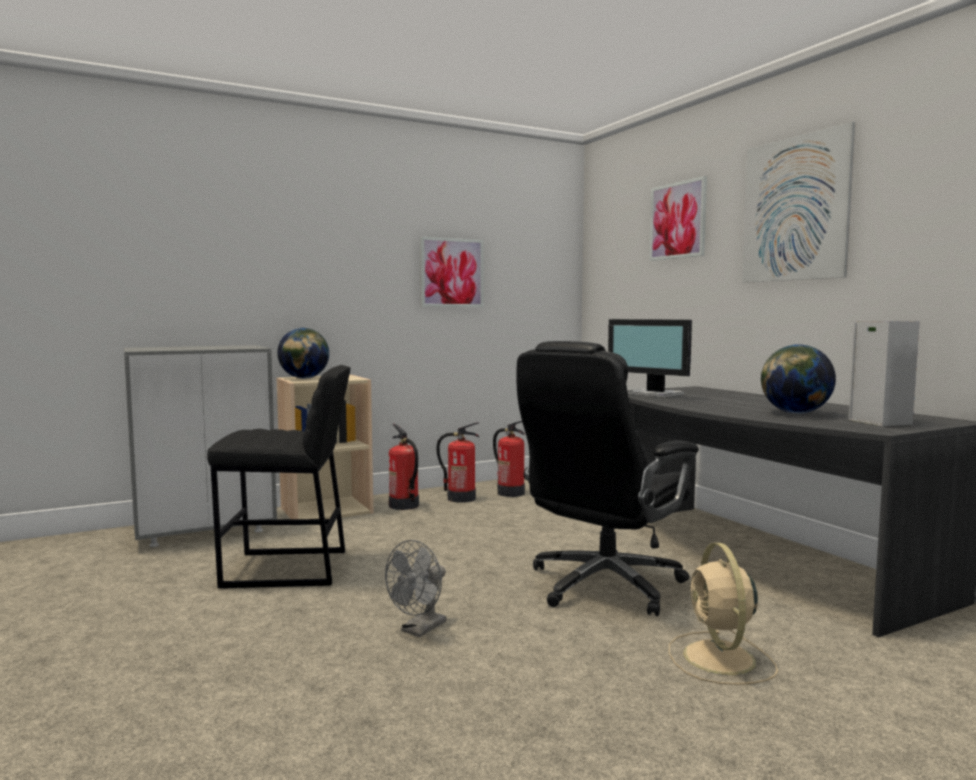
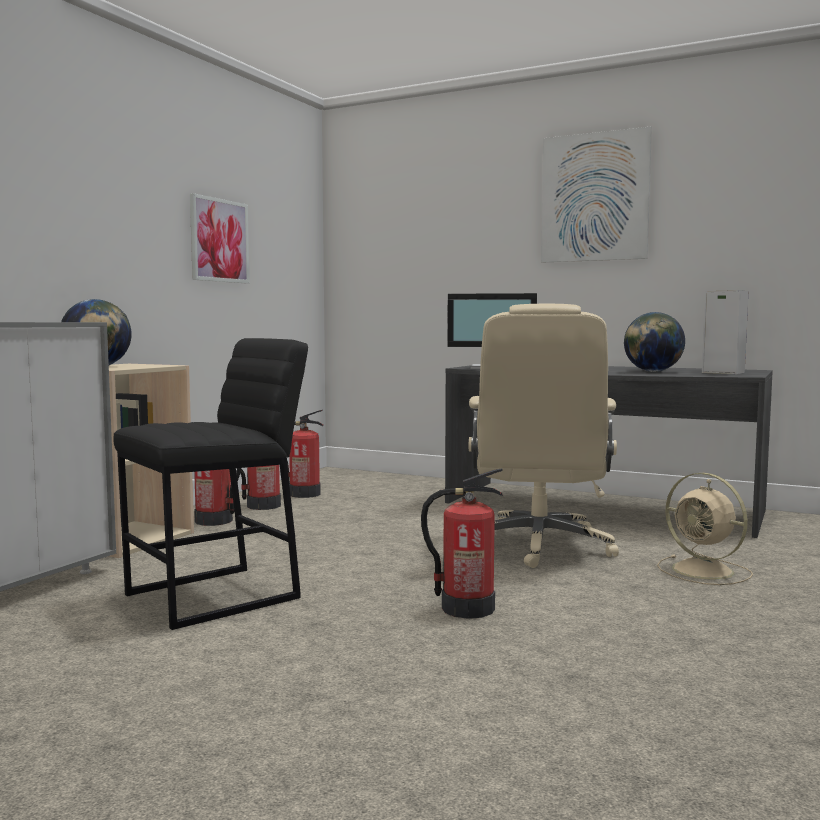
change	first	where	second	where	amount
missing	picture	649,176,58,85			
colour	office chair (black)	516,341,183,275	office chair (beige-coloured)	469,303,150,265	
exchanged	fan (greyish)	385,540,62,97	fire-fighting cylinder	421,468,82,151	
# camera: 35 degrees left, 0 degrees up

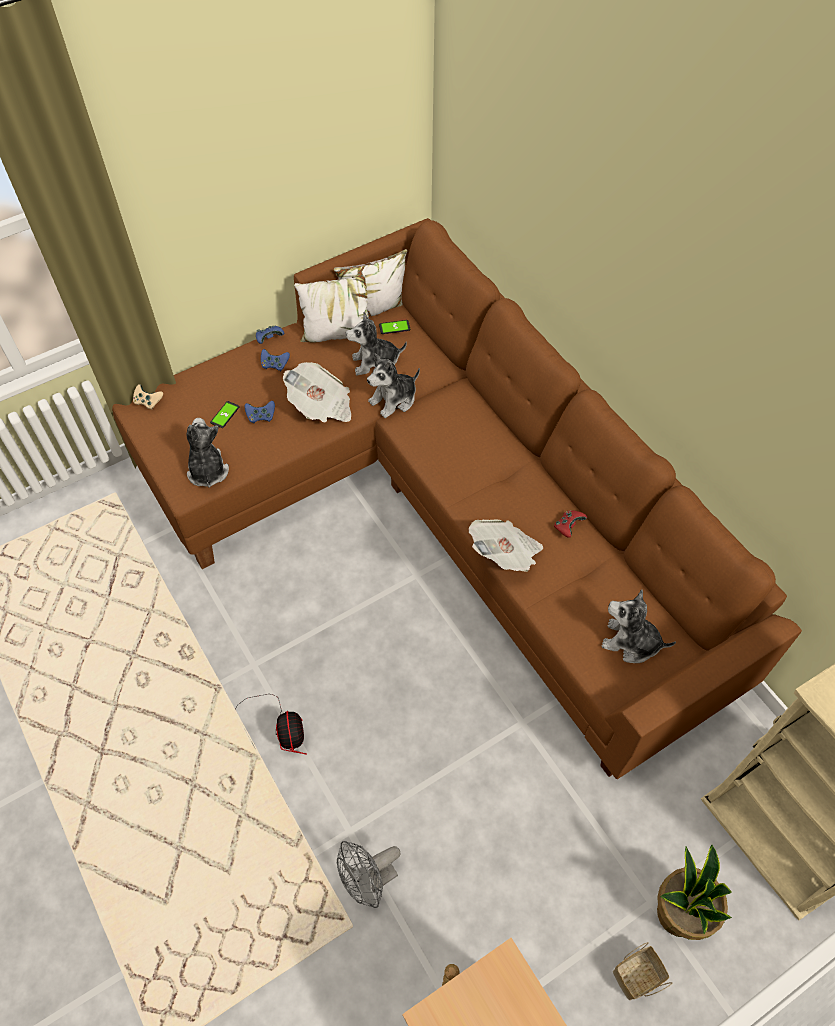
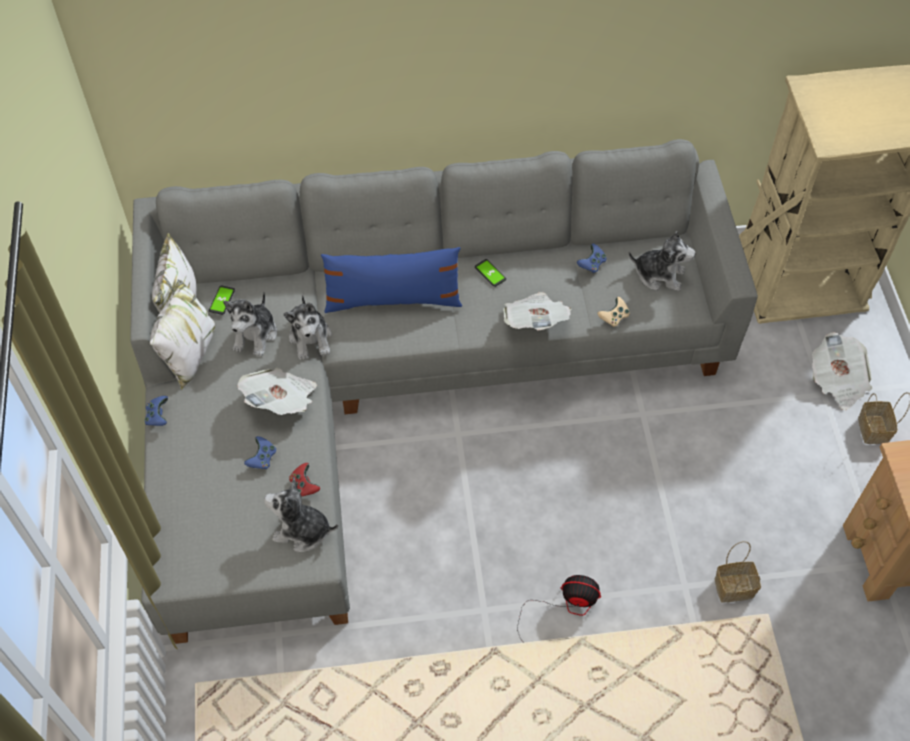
change	first	where	second	where	amount
colour	sofa (brown)	112,218,690,561	sofa (greyish)	130,139,628,505	
relocated	joypad (blue)	261,349,29,22		577,244,30,29	
relocated	joypad (beige-coloured)	133,384,30,26		597,297,33,30	
relocated	phone	210,401,30,27		475,259,31,28	
relocated	joypad (red-coloured)	554,510,33,27		289,463,31,33	
spun	soft toy	602,589,74,74		628,231,67,60	120 degrees counterclockwise
exchanged	fan (greyish)	337,841,64,67	household basket	715,541,46,61	
exchanged	plant in a pot	657,845,75,95	printed paper	812,332,60,78	
appeared			throw pillow (blue)	321,247,141,66	
# camera: 65 degrees left, 0 degrees up

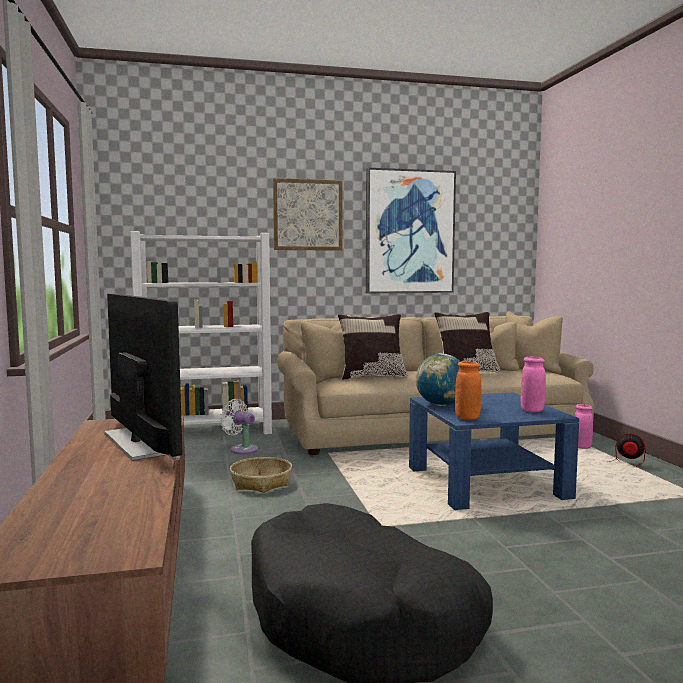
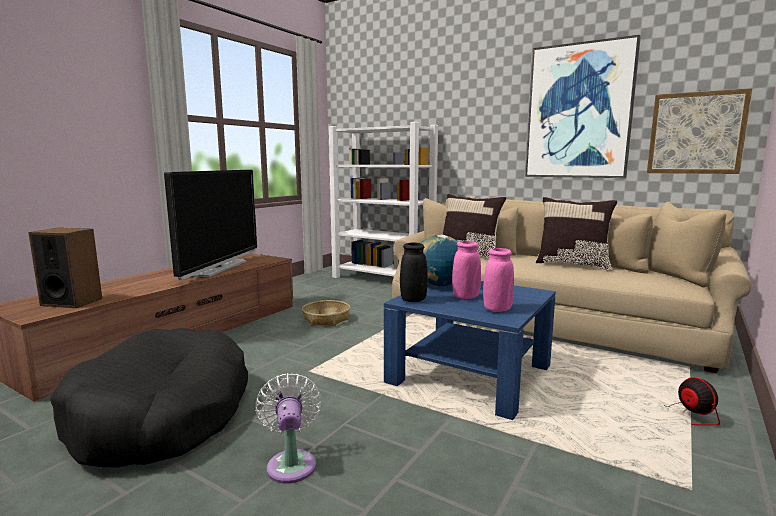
change	first	where	second	where	amount
relocated	picture	273,178,69,73		647,88,105,86	
colour	decorative vase (orangey)	455,361,27,59	decorative vase (black)	400,243,27,59	
relocated	fan (whitish)	220,399,38,55		256,373,65,111	
relocated	decorative vase (pink-coloured)	575,404,18,45		452,241,29,58	
appeared			speaker	28,228,74,80	
# camera: 45 degrees right, 5 degrees up

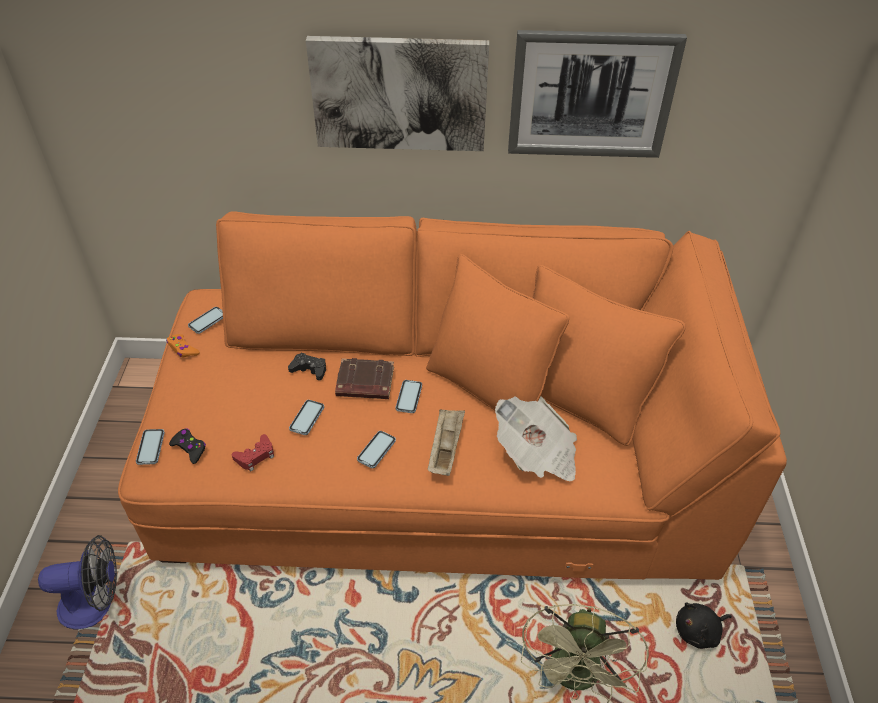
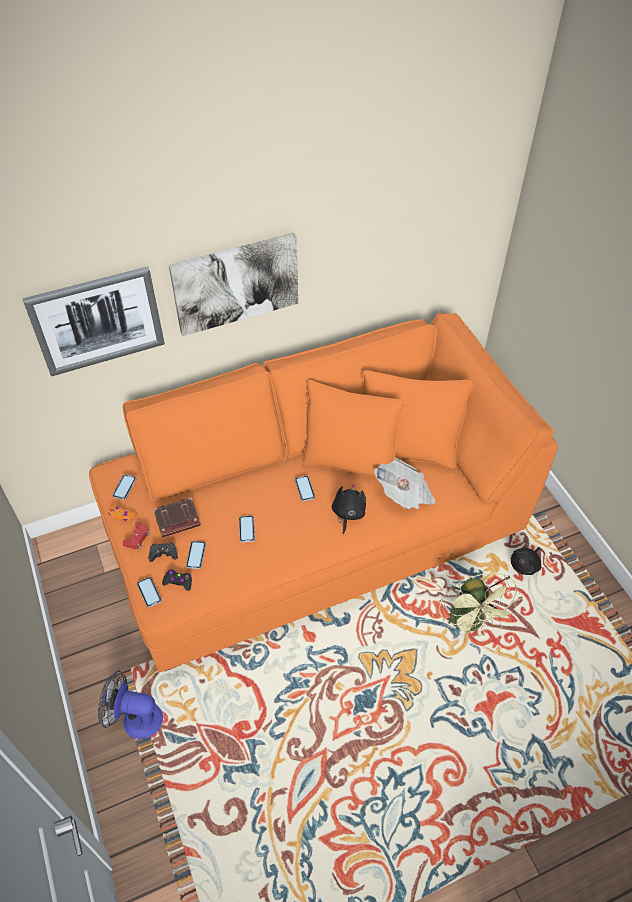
change	first	where	second	where	amount
relocated	picture	508,30,179,128		23,266,142,110	
relocated	joypad (black)	288,353,38,27		148,542,30,20	
relocated	volume (brown)	335,358,59,41		153,498,48,40	
exchanged	serving tray (beige-coloured)	428,410,37,66	soft toy (black)	332,484,34,50	
relocated	phone	357,431,39,37		186,541,20,28	
relocated	joypad (red-coloured)	232,434,42,38		122,522,28,27	
spun	fan	38,535,79,95		98,670,65,69	135 degrees counterclockwise
# camera: 25 degrees left, 5 degrees up

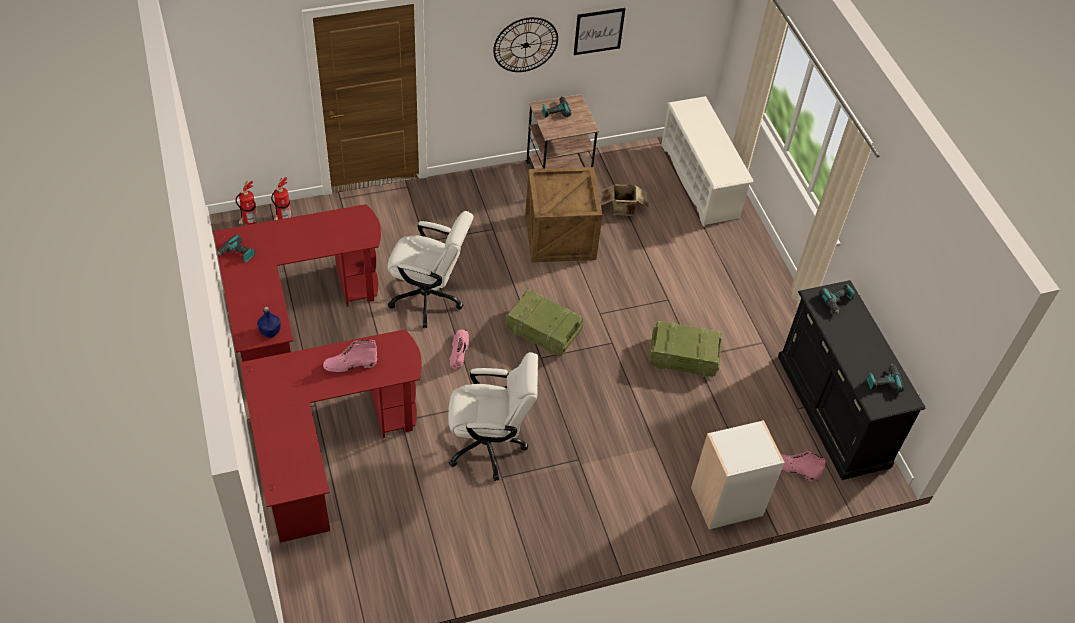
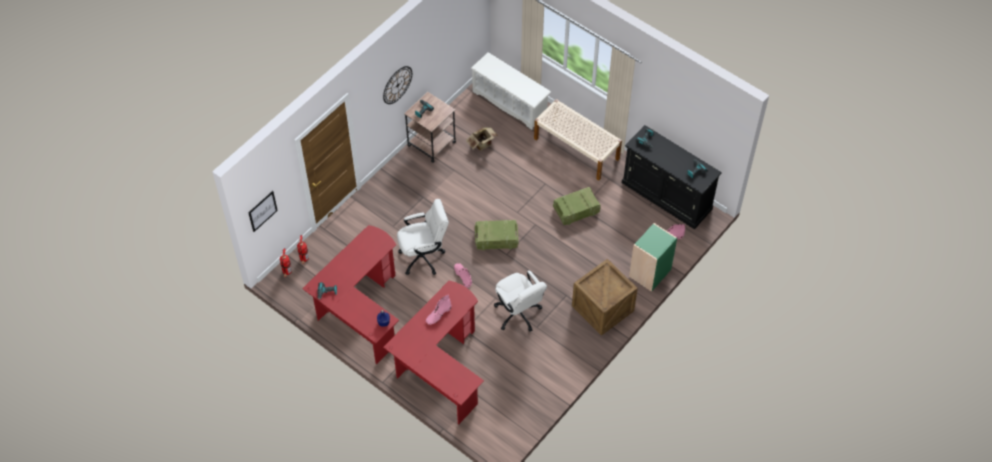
change	first	where	second	where	amount
relocated	picture	574,8,51,47		248,191,30,41	
relocated	crate	525,167,78,95		572,259,66,77	
spun	office chair (whitish)	448,352,90,129		494,270,53,62	90 degrees clockwise
colour	shelving unit (whitish)	691,420,94,109	shelving unit (green-coloured)	629,223,48,69	
appeared			bench (beige-coloured)	534,99,88,82	
# camera: 30 degrees left, 5 degrees up

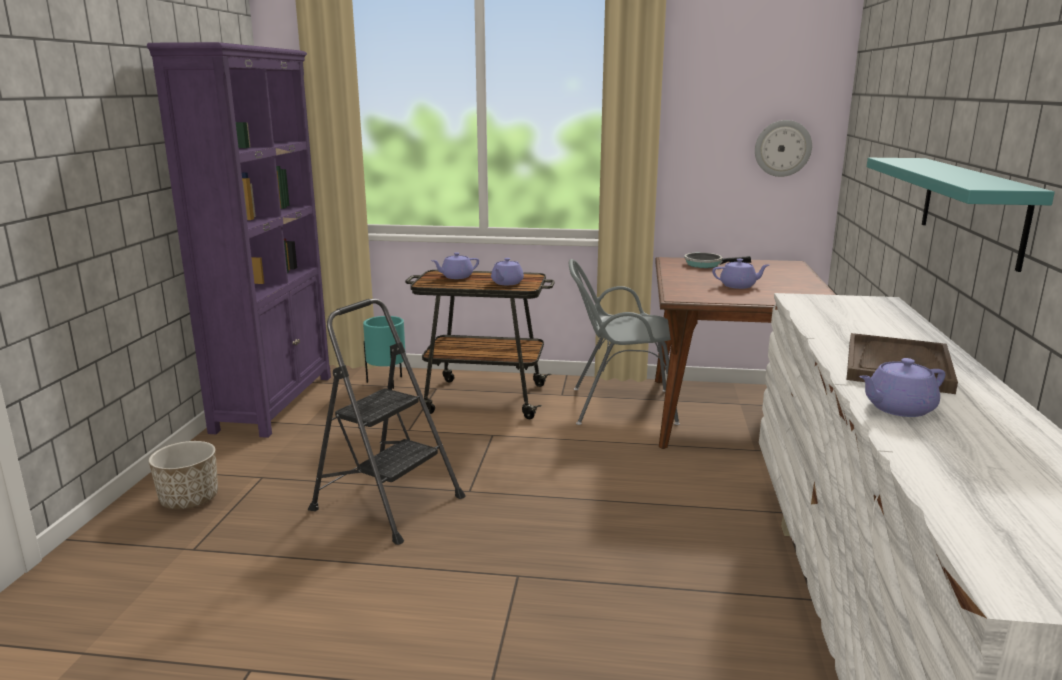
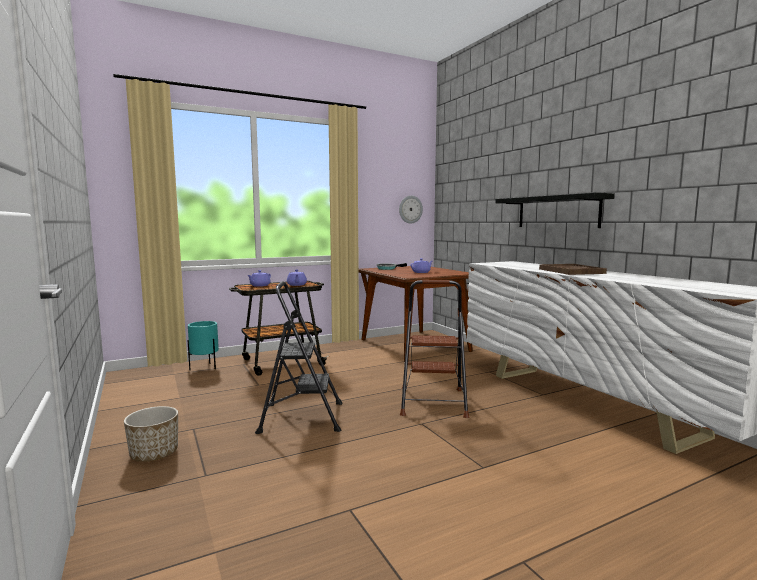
change	first	where	second	where	amount
missing	shelving unit (purple-coloured)	147,42,184,396			
colour	wall shelf (turquoise-coloured)	867,158,188,114	wall shelf (black)	495,193,120,35	
missing	chair (greyish)	569,259,111,166			
missing	teapot (purple-coloured)	859,358,86,59			
appeared			stepladder (brown)	400,280,69,138	
# camera: 35 degrees left, 10 degrees down

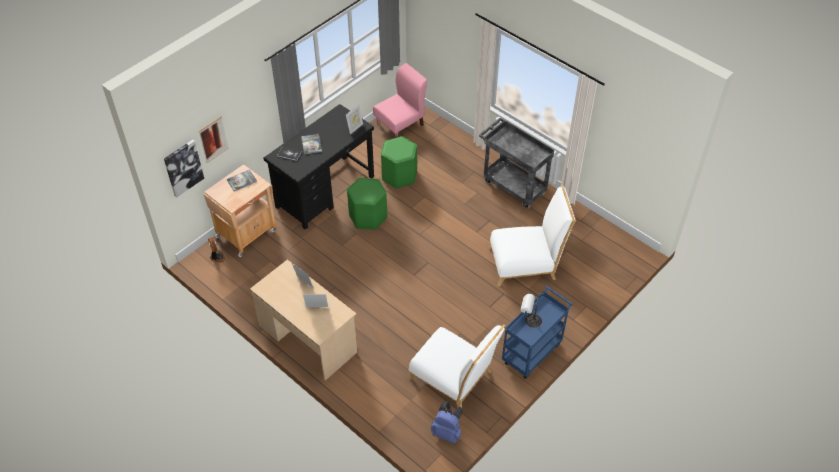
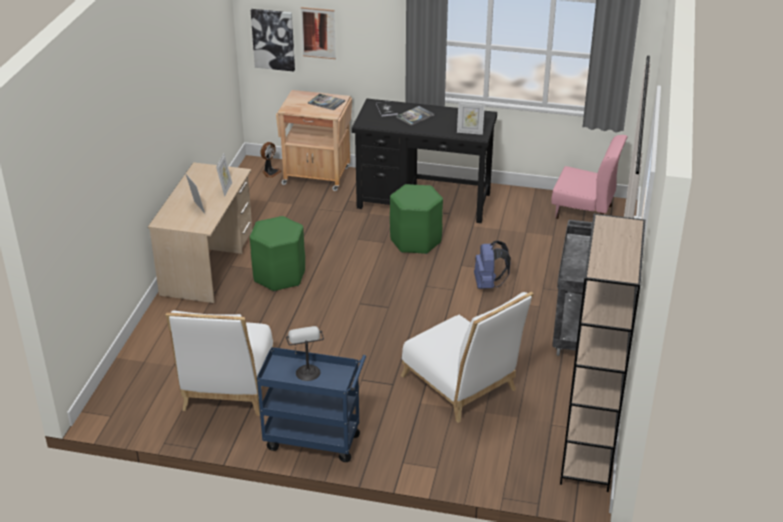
change	first	where	second	where	amount
relocated	stool seat (green-coloured)	381,136,36,53		250,216,55,75	
relocated	knapsack (blue)	431,401,31,43		474,240,37,49	
appeared			shelving unit (beige-coloured)	560,214,86,278	
# camera: 60 degrees right, 15 degrees down

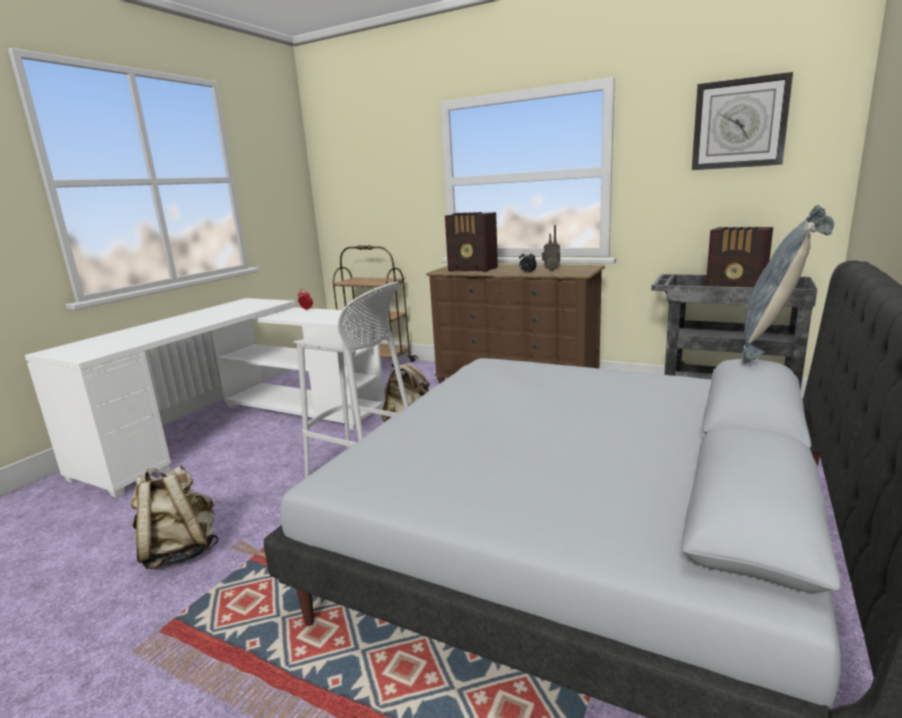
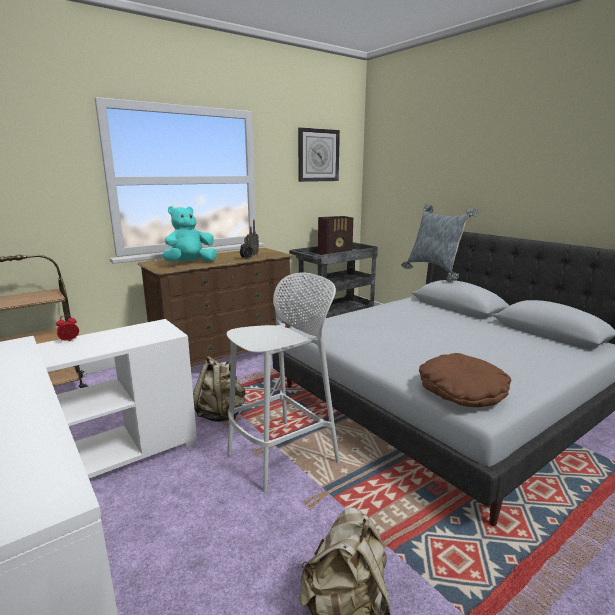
change	first	where	second	where	amount
exchanged	radio	445,212,53,60	soft toy (turquoise-coloured)	162,206,55,56	
appeared			throw pillow (brown)	419,353,92,54	
# camera: 65 degrees left, 0 degrees up

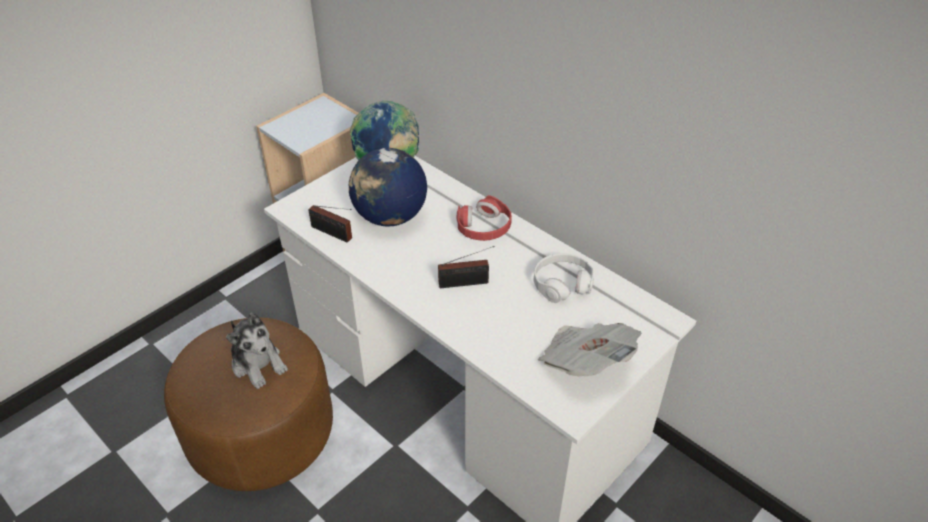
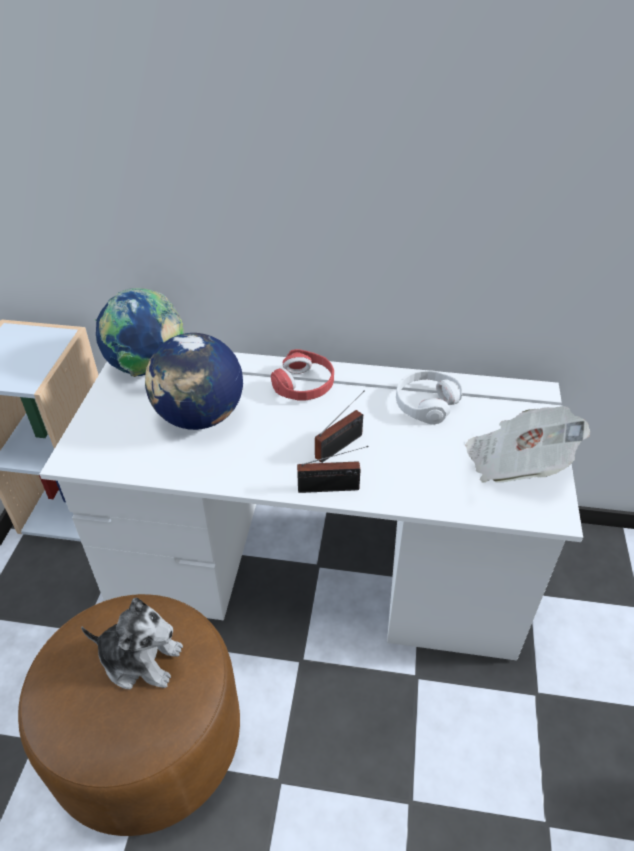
change	first	where	second	where	amount
relocated	radio	308,205,44,38		297,446,72,47	
# camera: 35 degrees left, 0 degrees up

